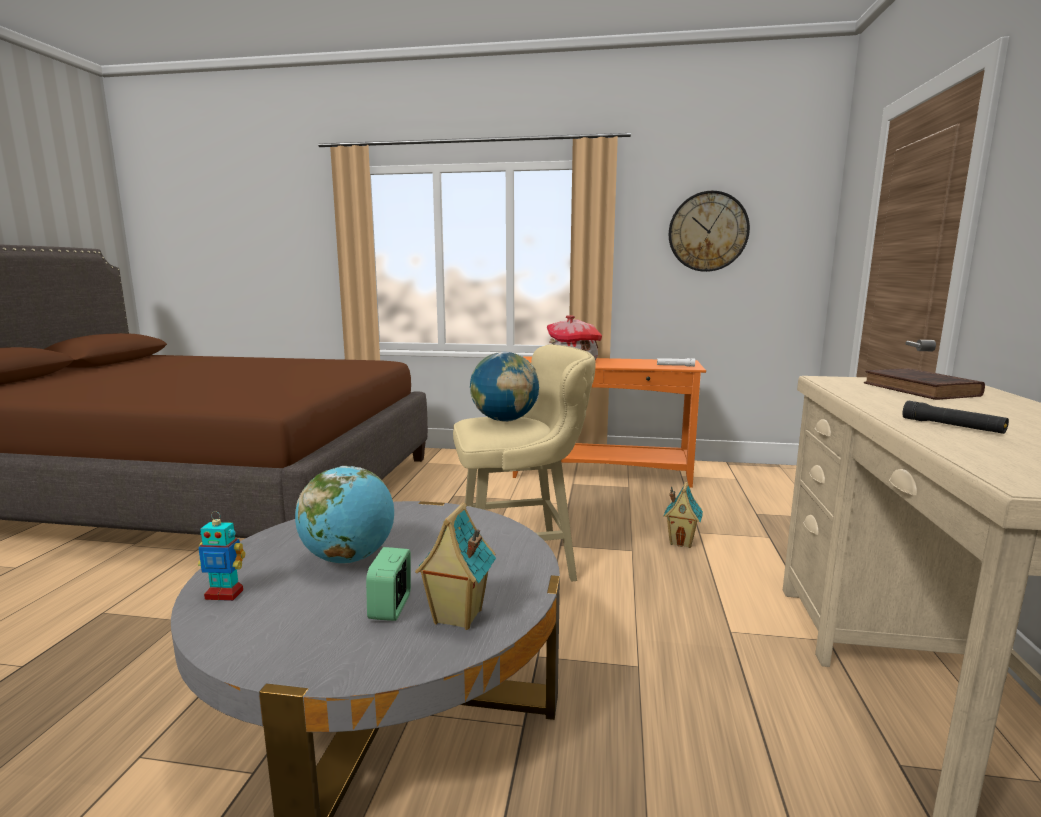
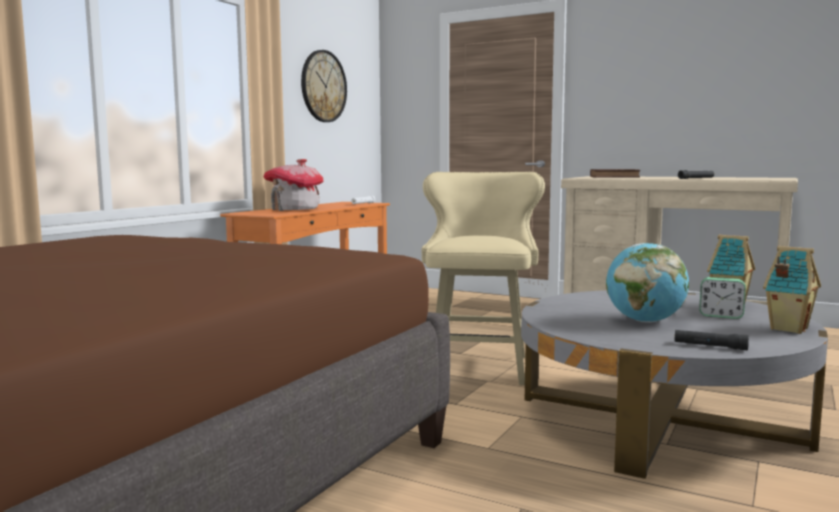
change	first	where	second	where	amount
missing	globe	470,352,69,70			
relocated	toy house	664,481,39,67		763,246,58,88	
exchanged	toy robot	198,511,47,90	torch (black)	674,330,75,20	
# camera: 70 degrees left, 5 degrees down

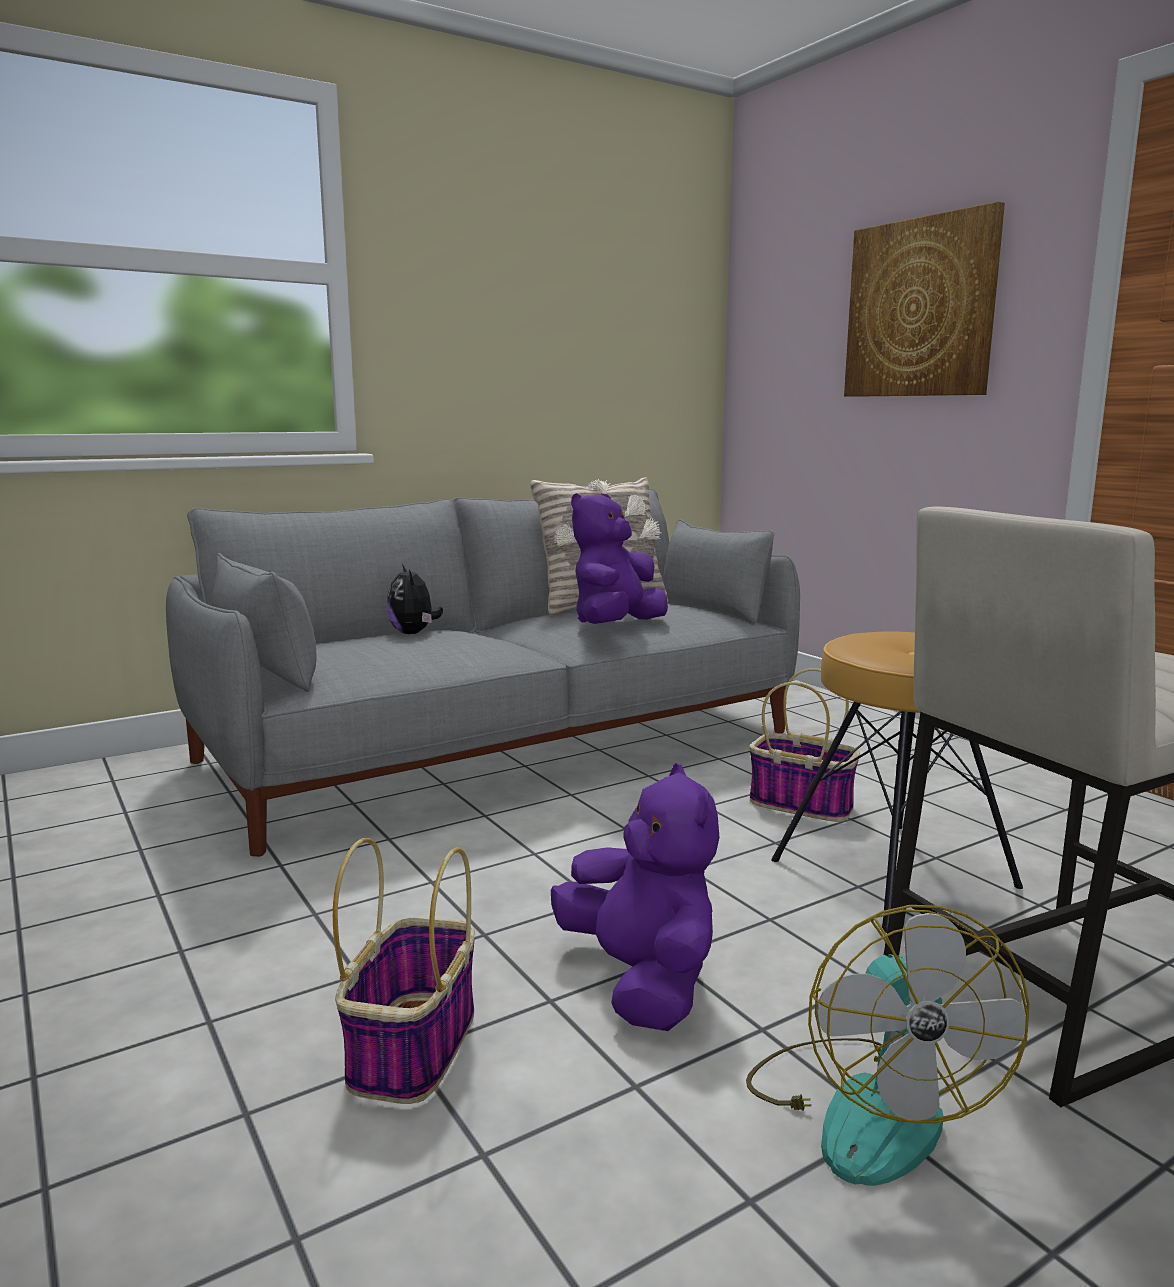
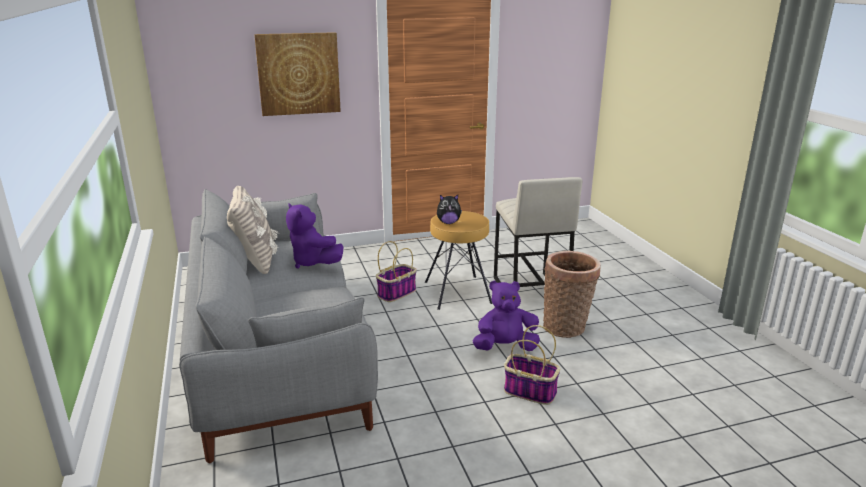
change	first	where	second	where	amount
relocated	soft toy	387,564,56,70		437,195,25,29	
exchanged	fan	746,905,283,281	household basket	543,251,58,87	
# camera: 75 degrees left, 10 degrees up

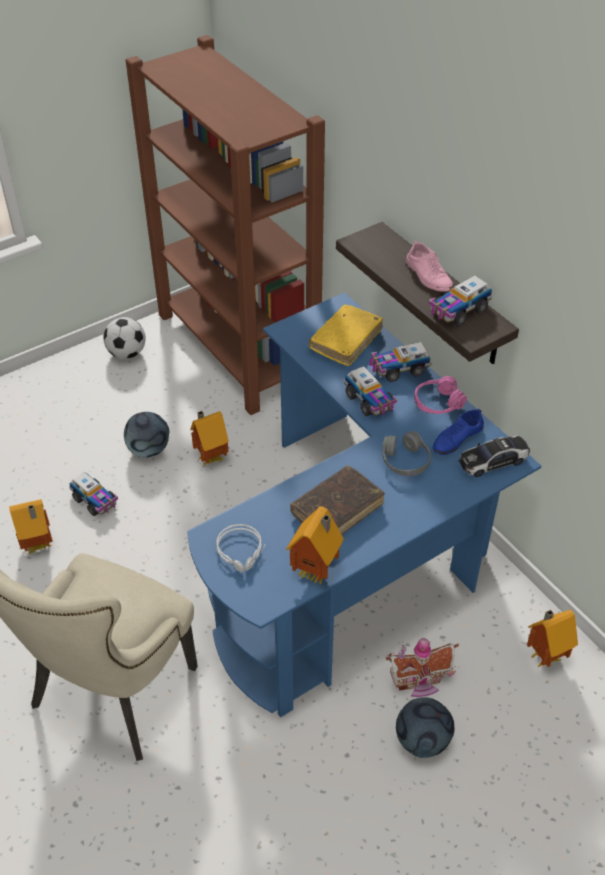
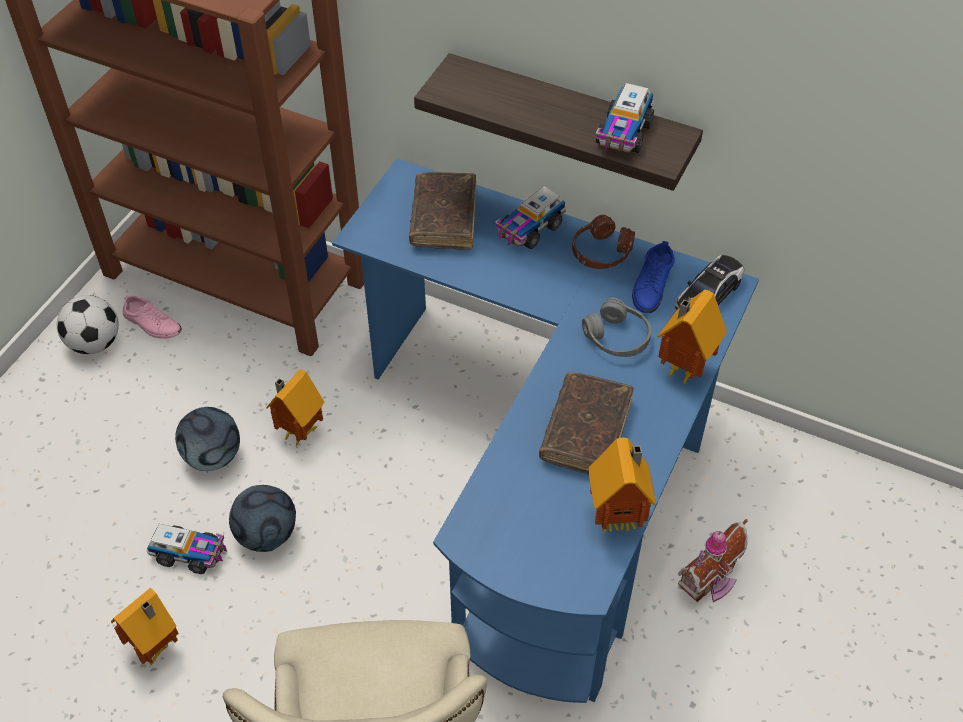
change	first	where	second	where	amount
relocated	low shoe (pink-coloured)	406,241,48,51		122,295,60,44	
colour	volume (yellow)	309,305,74,61	volume (brown)	409,172,67,78	
missing	toy truck	344,366,54,50			
colour	pair of headphones (pink-coloured)	414,376,53,38	pair of headphones (brown)	572,215,63,54	
missing	pair of headphones (greyish)	217,524,49,48			
relocated	toy house	527,610,51,57		657,290,70,94	
relocated	football	396,697,59,61		229,485,67,67	
# camera: 30 degrees left, 5 degrees up

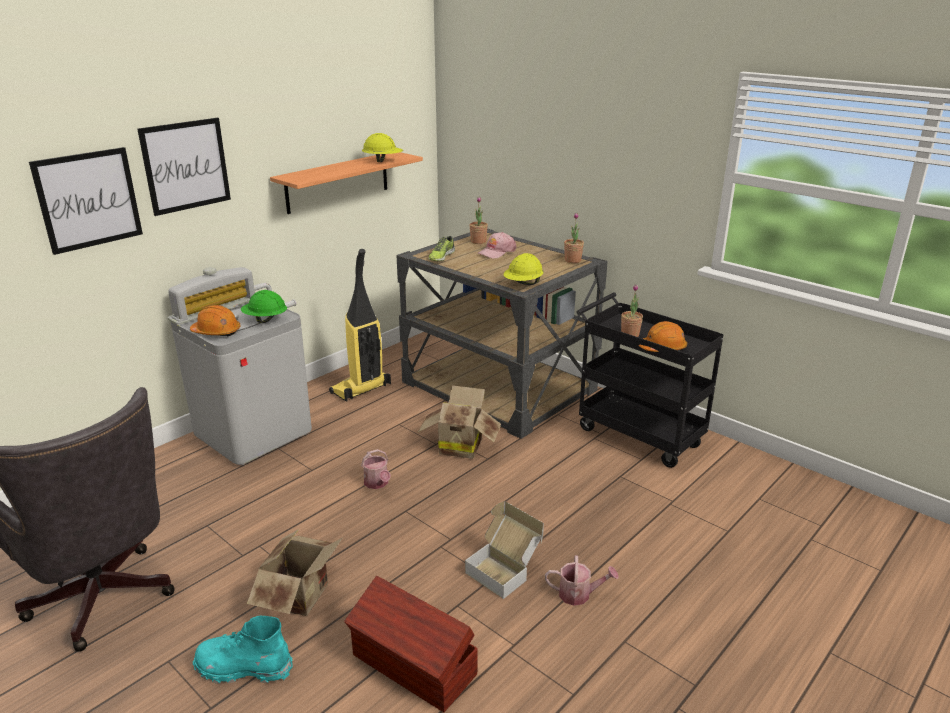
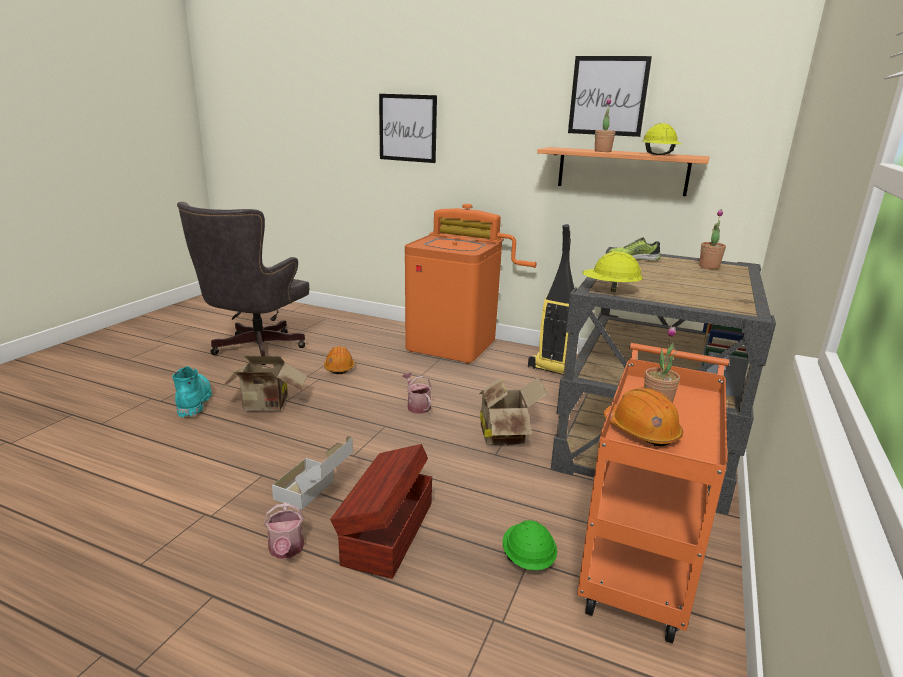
change	first	where	second	where	amount
relocated	picture	137,118,94,98		568,56,84,81	
relocated	plant in a pot	564,213,20,50		595,98,21,54	
missing	cap (pink-coloured)	477,232,40,27			
colour	washing machine (greyish)	168,267,144,198	washing machine (orangey)	405,204,132,160	
relocated	safety helmet (green-coloured)	241,290,46,33		503,520,54,51	
colour	cart (black)	576,292,147,176	cart (orangey)	577,343,153,300	
relocated	safety helmet (orangey)	190,305,51,31		324,346,31,28	
spun	watering pot	361,449,30,40		402,373,30,41	105 degrees clockwise
relocated	storage bin (brown)	344,576,134,136		330,444,102,135	
# camera: 70 degrees right, 5 degrees down

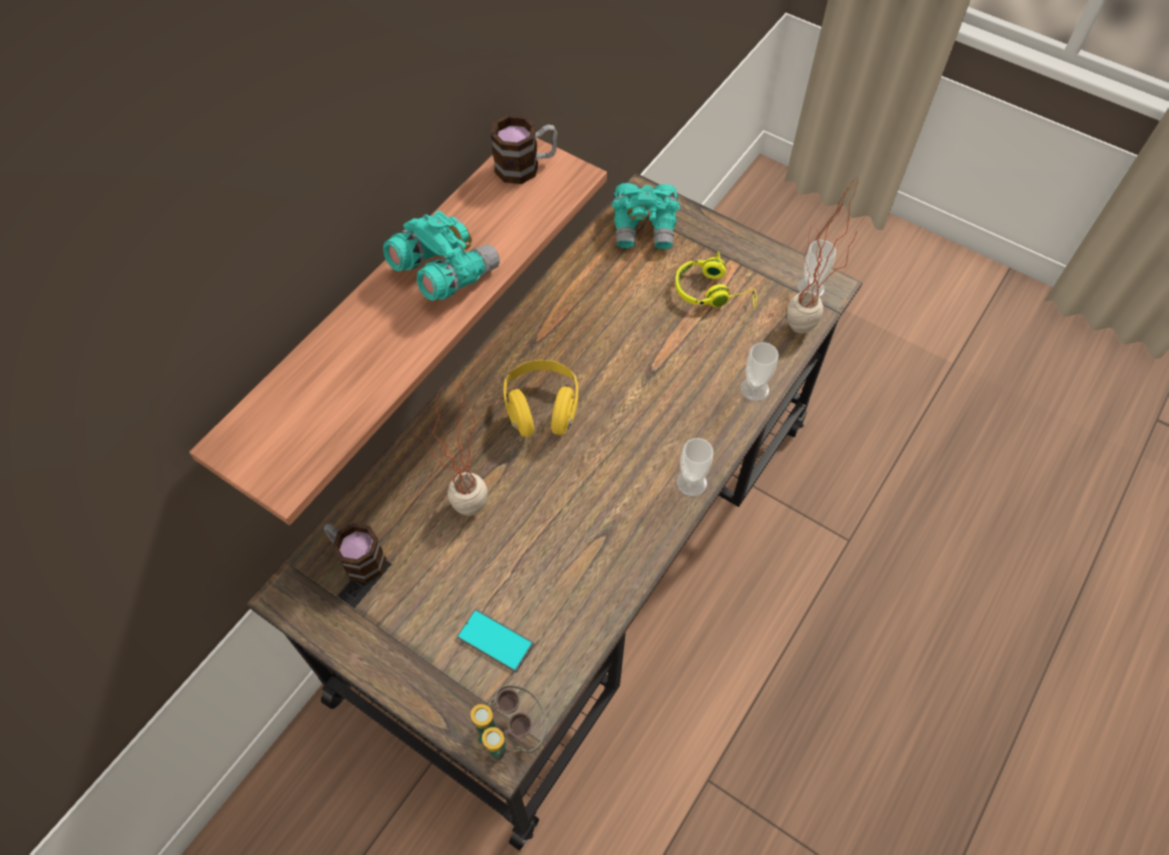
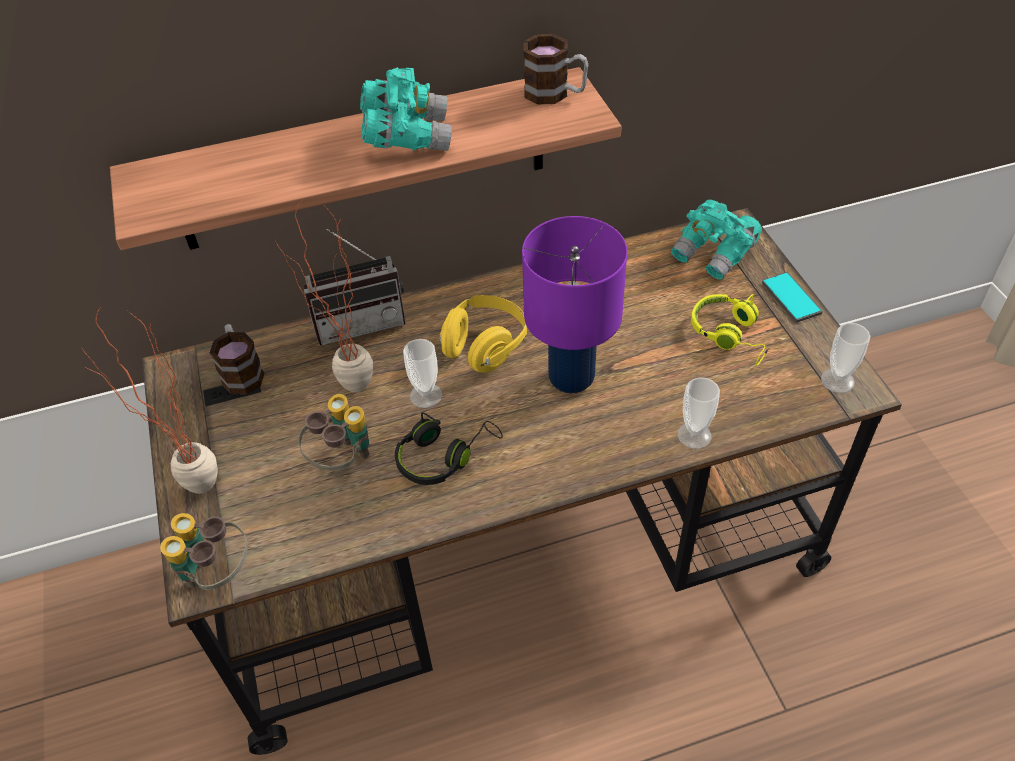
change	first	where	second	where	amount
relocated	plant in a pot	787,177,72,156		82,308,136,186	
relocated	drinking cup	676,438,37,58		403,339,39,69	
relocated	phone	457,609,77,63		762,272,61,51	
appeared			lamp for a table (purple-coloured)	522,216,105,177	
appeared			radio	303,229,102,116	
appeared			pair of binoculars	298,394,71,76	
appeared			pair of headphones (black)	395,412,108,73	
# camera: 40 degrees right, 10 degrees down

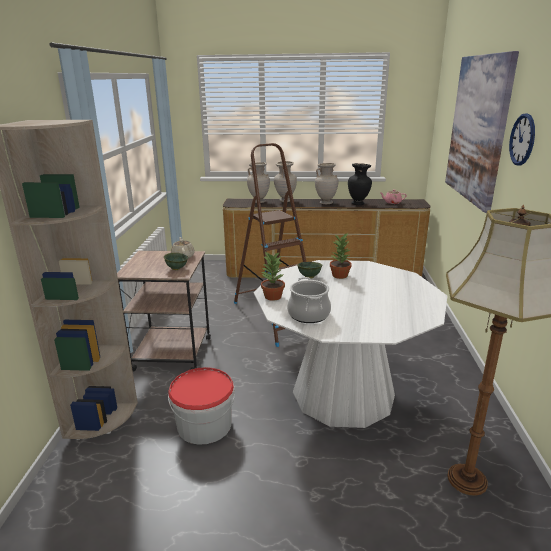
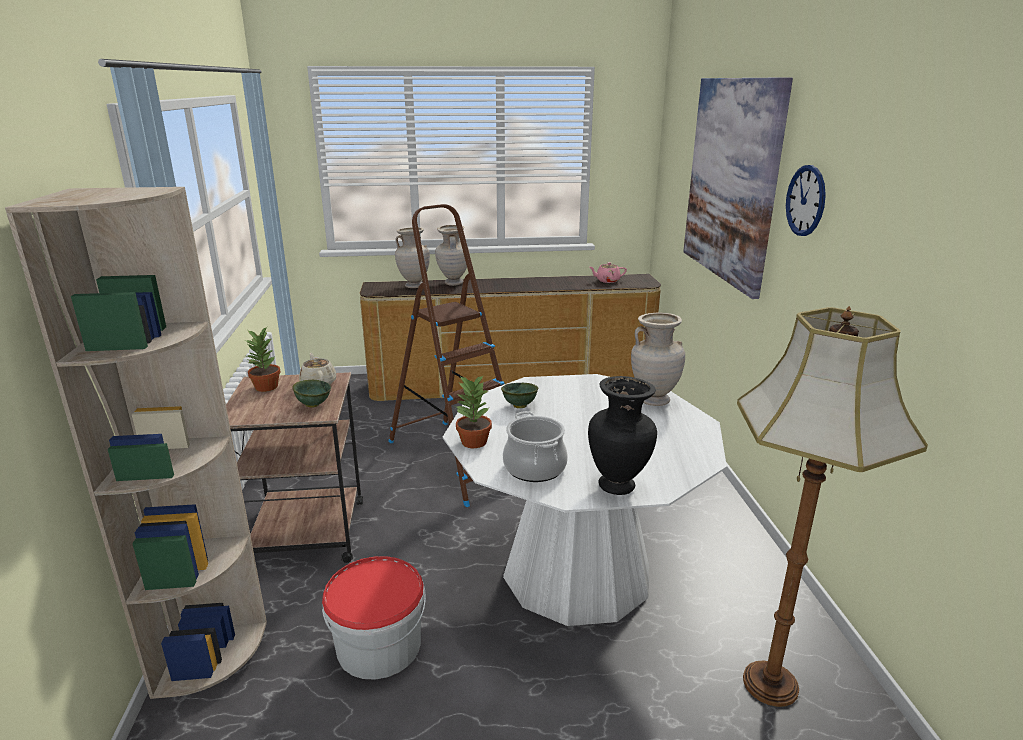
change	first	where	second	where	amount
relocated	decorative vase (beige-coloured)	315,163,23,41		631,313,54,93	
relocated	decorative vase (black)	348,163,24,42		588,376,69,119	
relocated	plant in a pot	330,233,22,46		246,327,35,65	
# camera: 10 degrees left, 0 degrees up

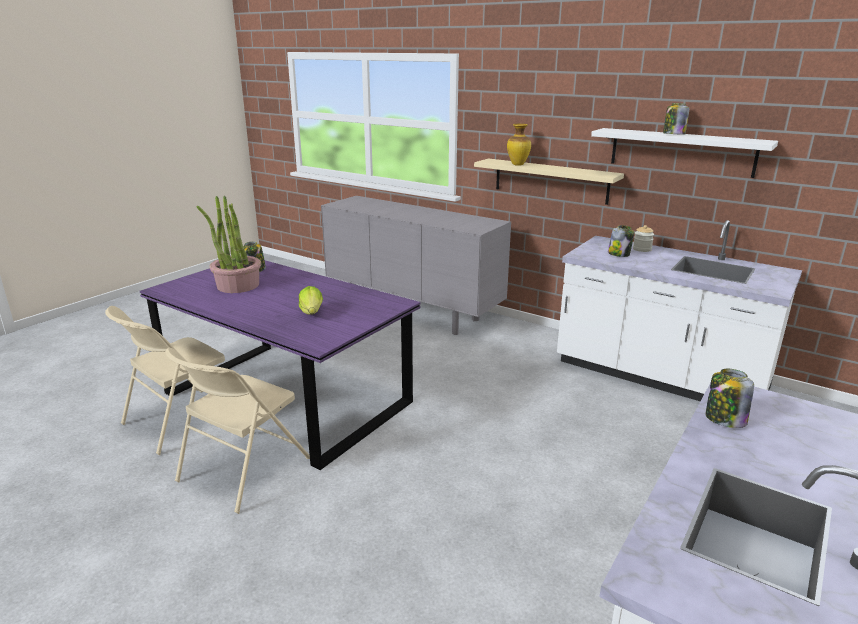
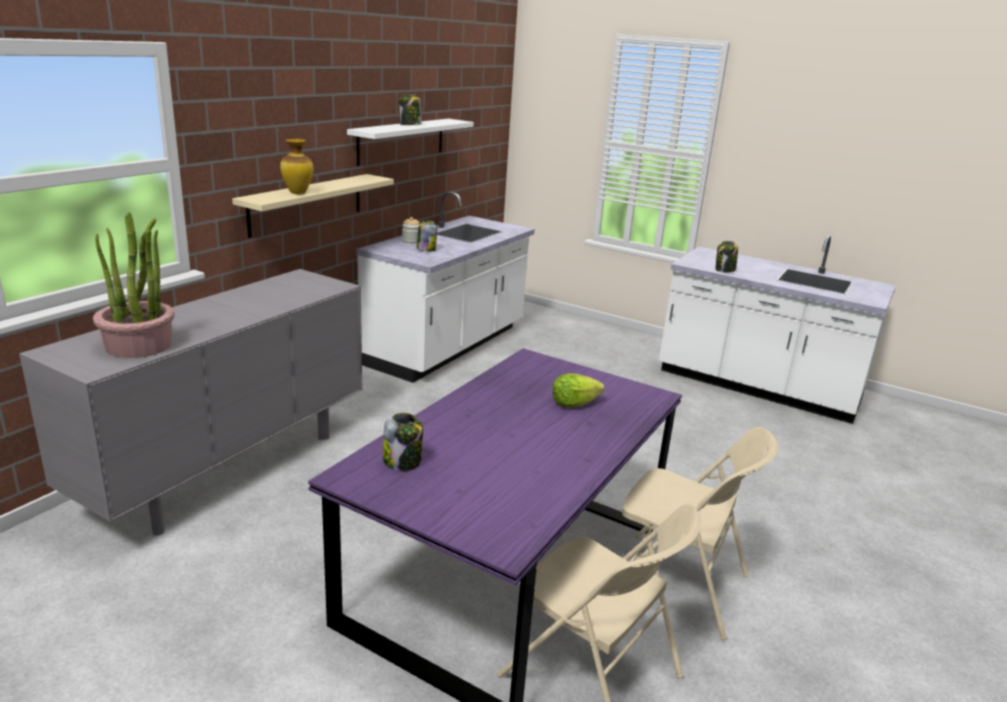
change	first	where	second	where	amount
relocated	plant in a pot	197,196,64,97		93,212,81,146	
# camera: 95 degrees left, 0 degrees up

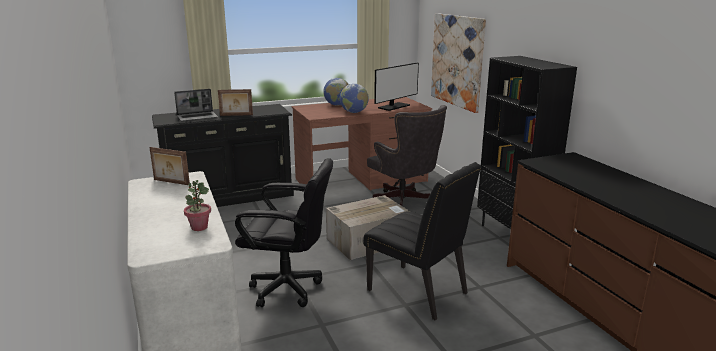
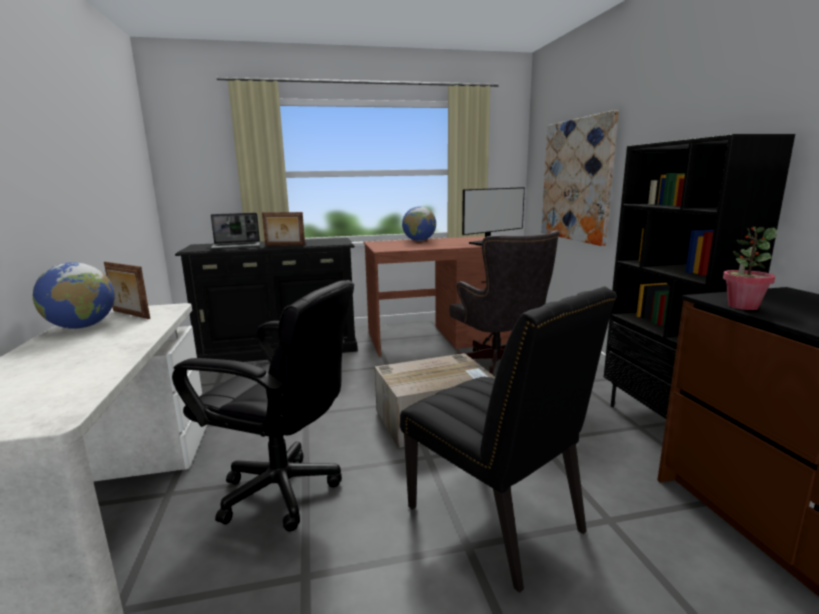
change	first	where	second	where	amount
relocated	globe	340,84,29,29		33,262,82,67	
relocated	plant in a pot	184,180,27,51		723,227,54,83	
# camera: 10 degrees right, 5 degrees down

